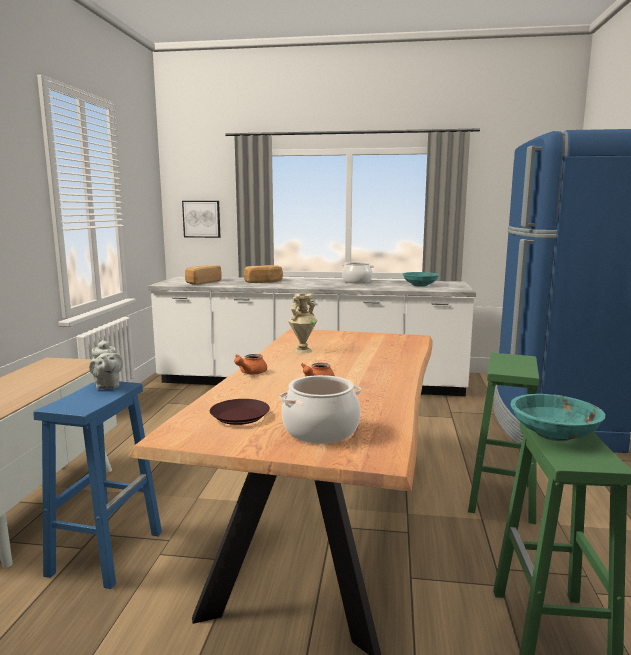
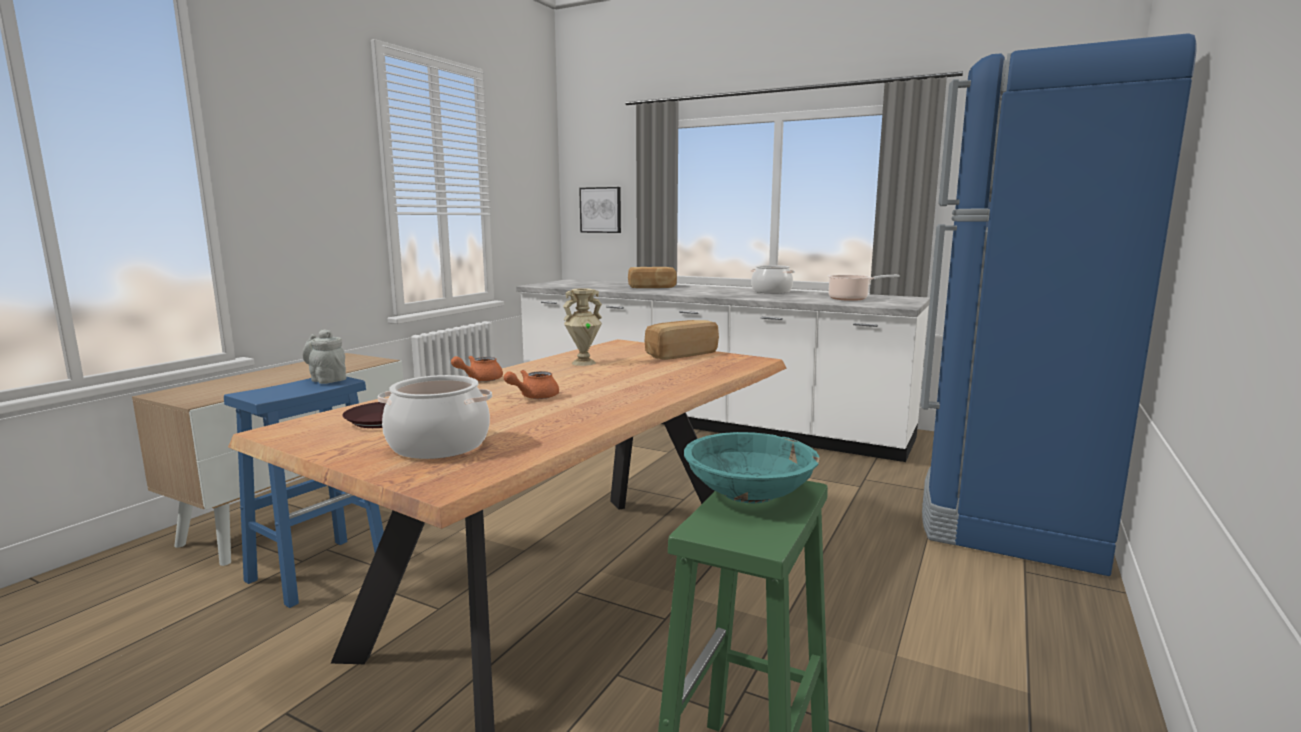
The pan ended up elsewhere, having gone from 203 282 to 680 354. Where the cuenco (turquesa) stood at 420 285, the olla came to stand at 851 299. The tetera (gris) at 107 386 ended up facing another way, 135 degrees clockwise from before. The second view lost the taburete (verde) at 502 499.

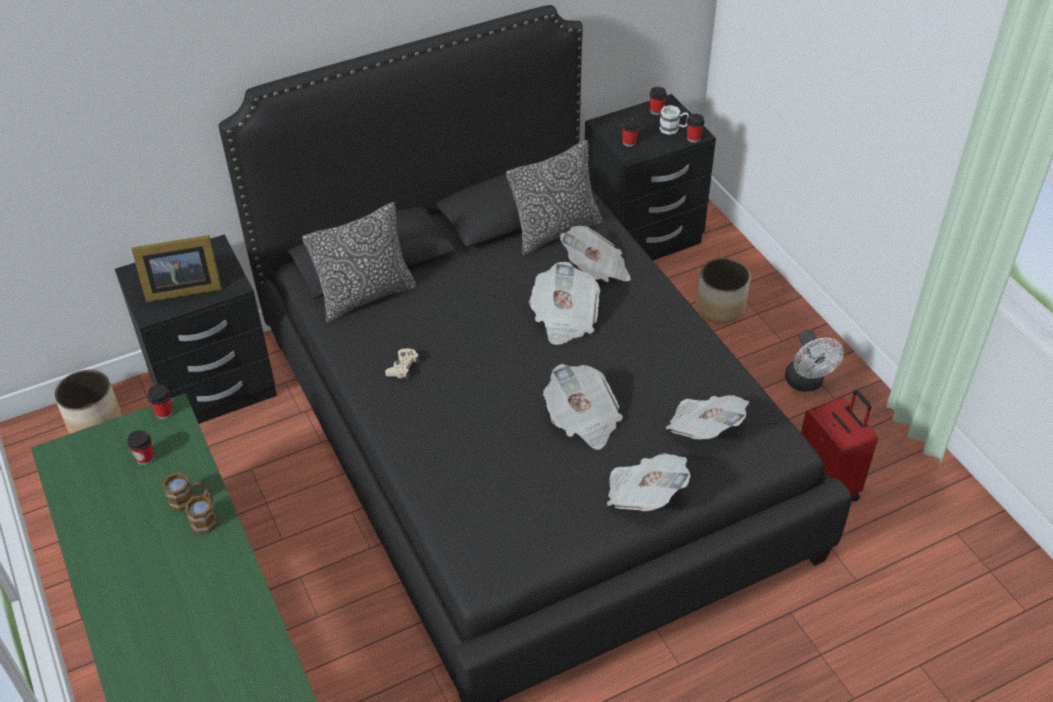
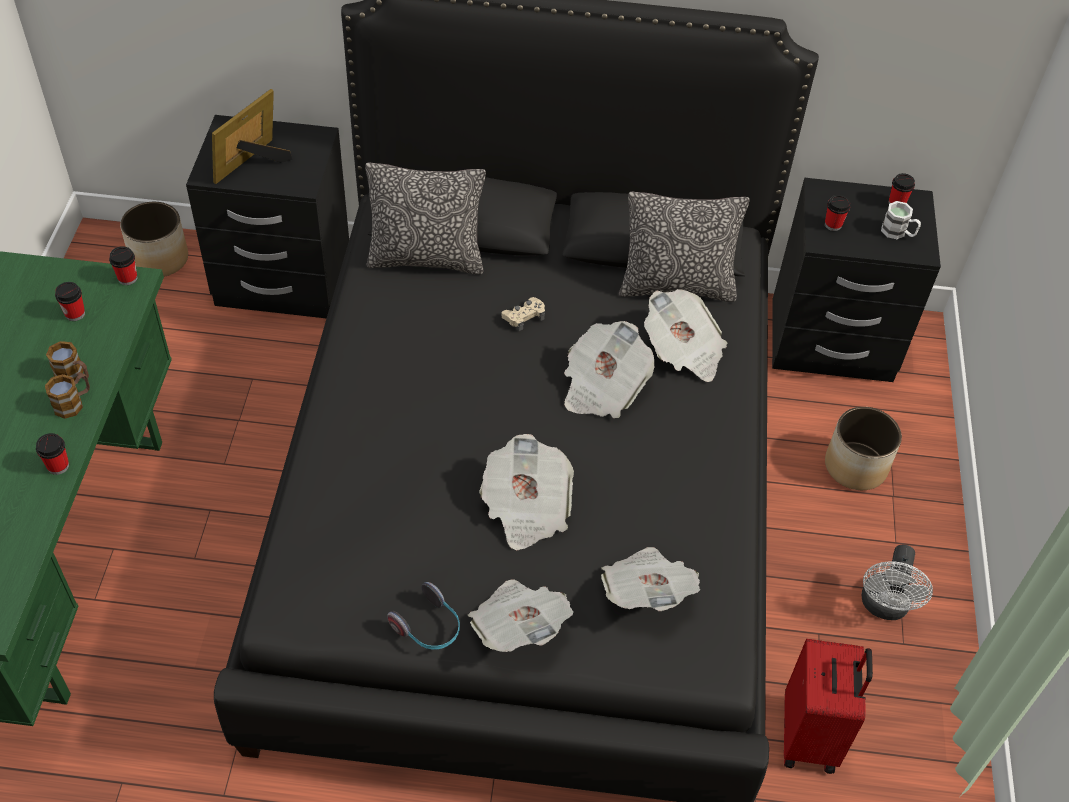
The taza ended up elsewhere, having gone from 693 138 to 58 466. The portarretratos at 181 289 ended up facing another way, 105 degrees clockwise from before. The mando de consola (beis) ended up elsewhere, having gone from 403 367 to 524 317. The second view gained the auriculares at 429 627.

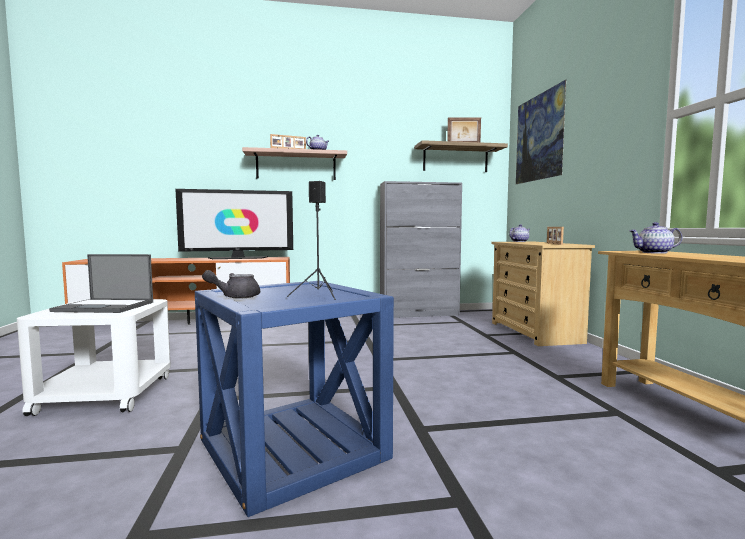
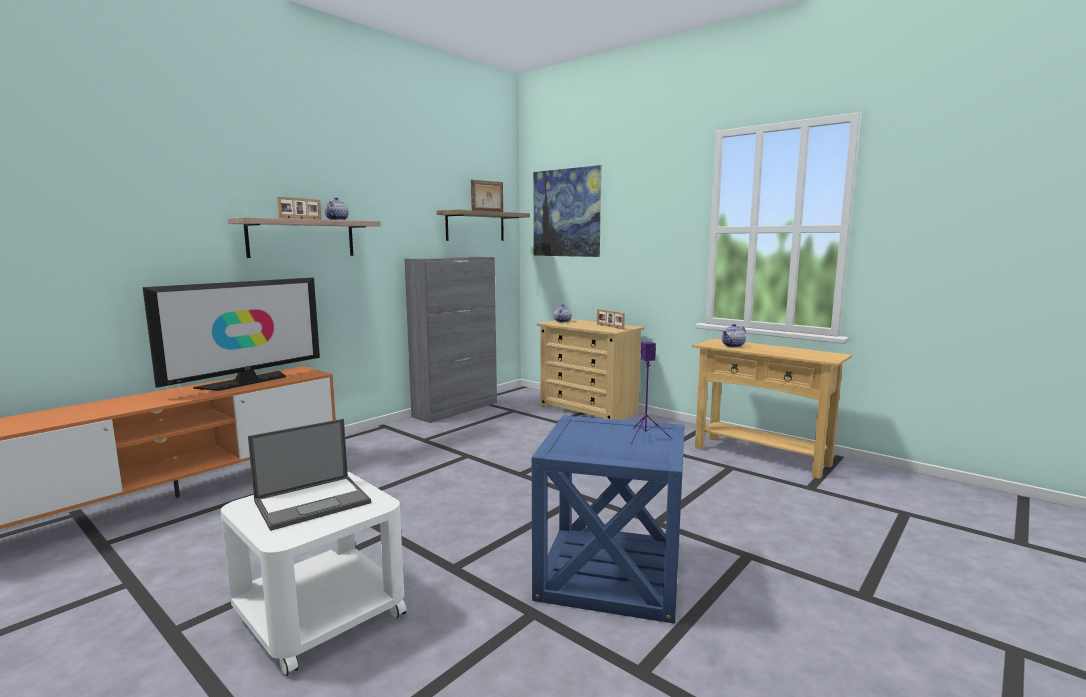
What was the altavoz (negro) at 319 295 turned into the altavoz (morado) at 646 437. The second view lost the tetera (gris) at 235 297.

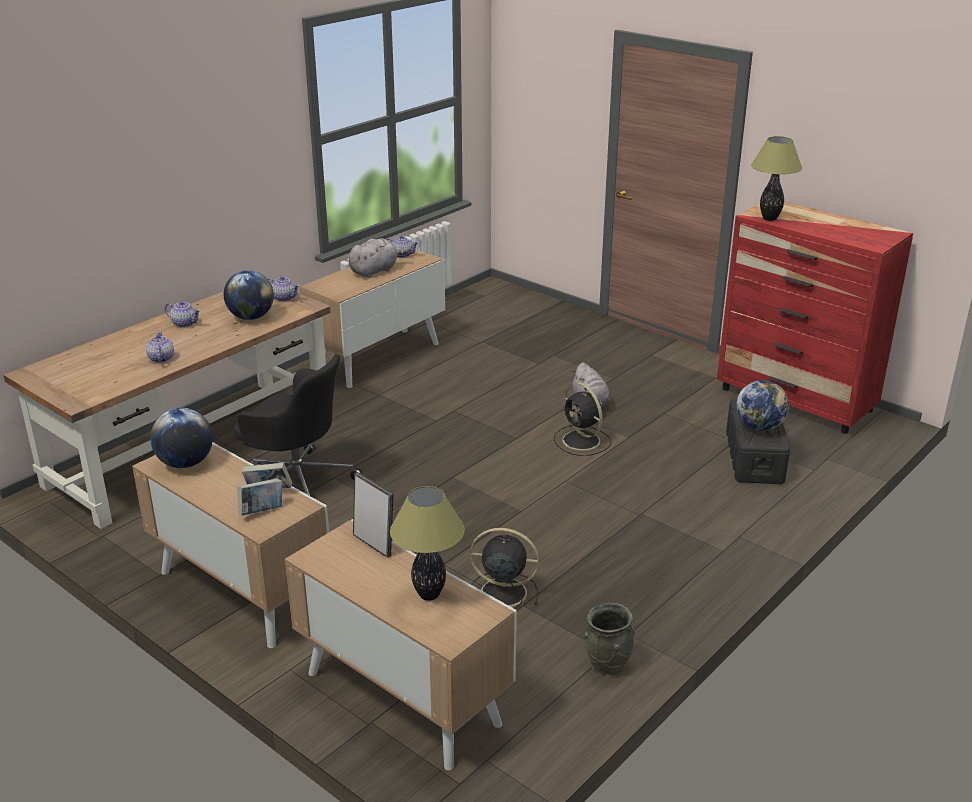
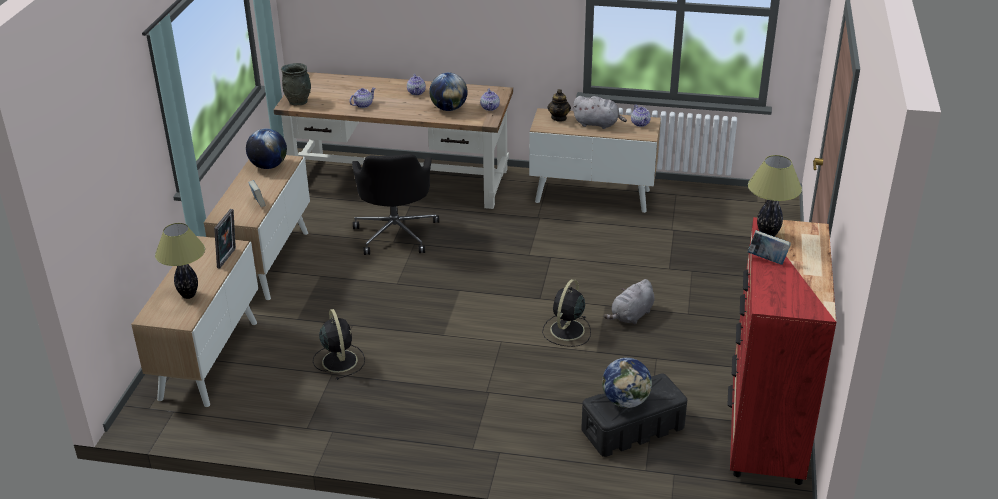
The libro ended up elsewhere, having gone from 261 511 to 767 260. The florero (gris) ended up elsewhere, having gone from 607 664 to 298 101. The second view gained the tetera at 559 118.

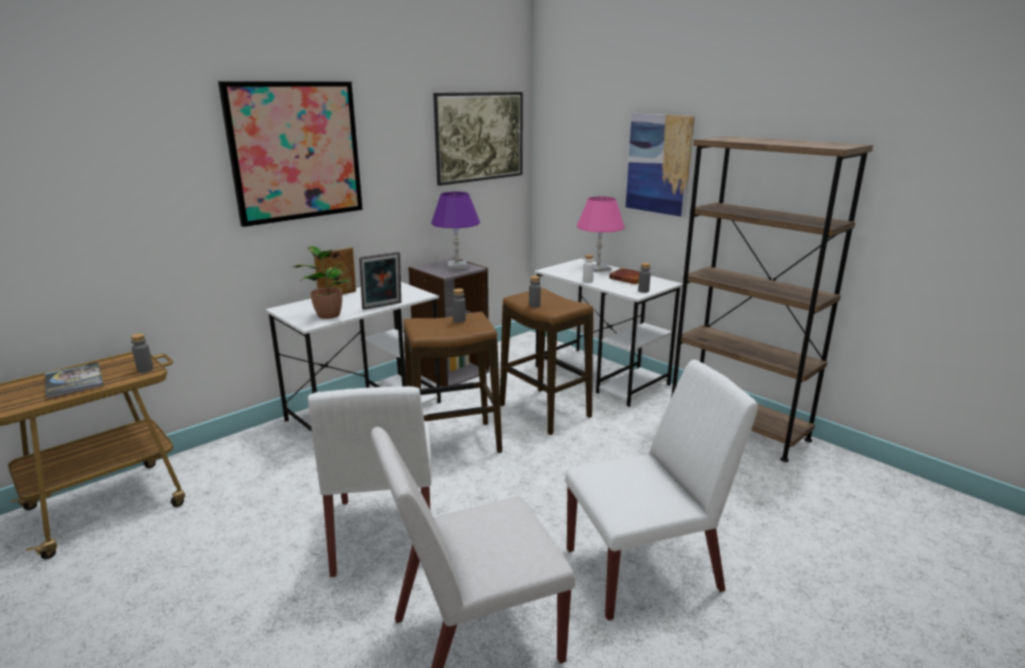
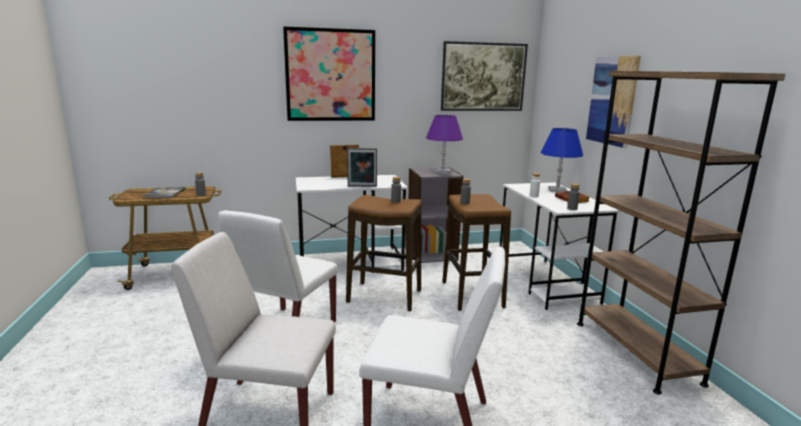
What was the lámpara de mesa (rosa) at 598 269 turned into the lámpara de mesa (azul) at 557 190. The second view lost the planta en maceta at 327 314.

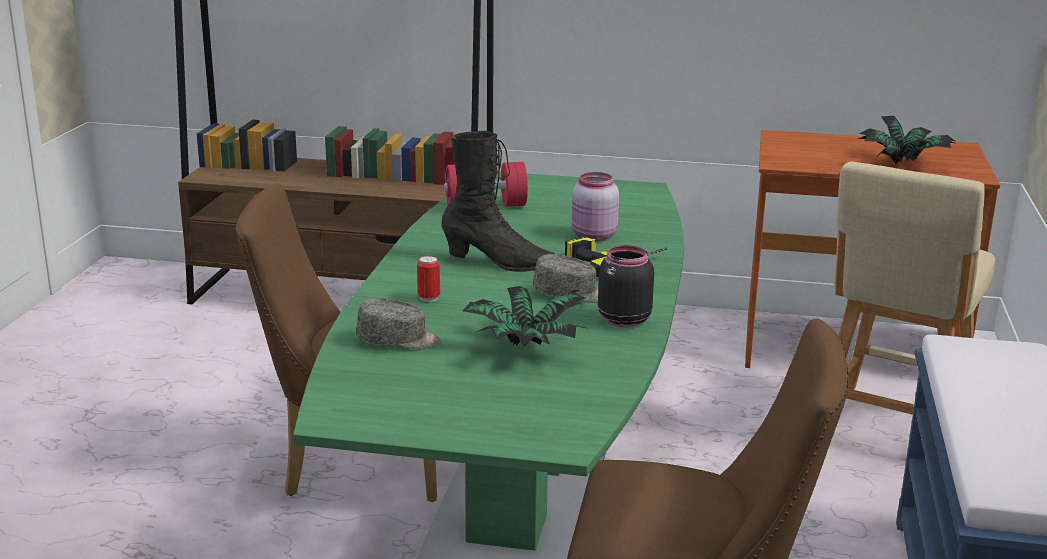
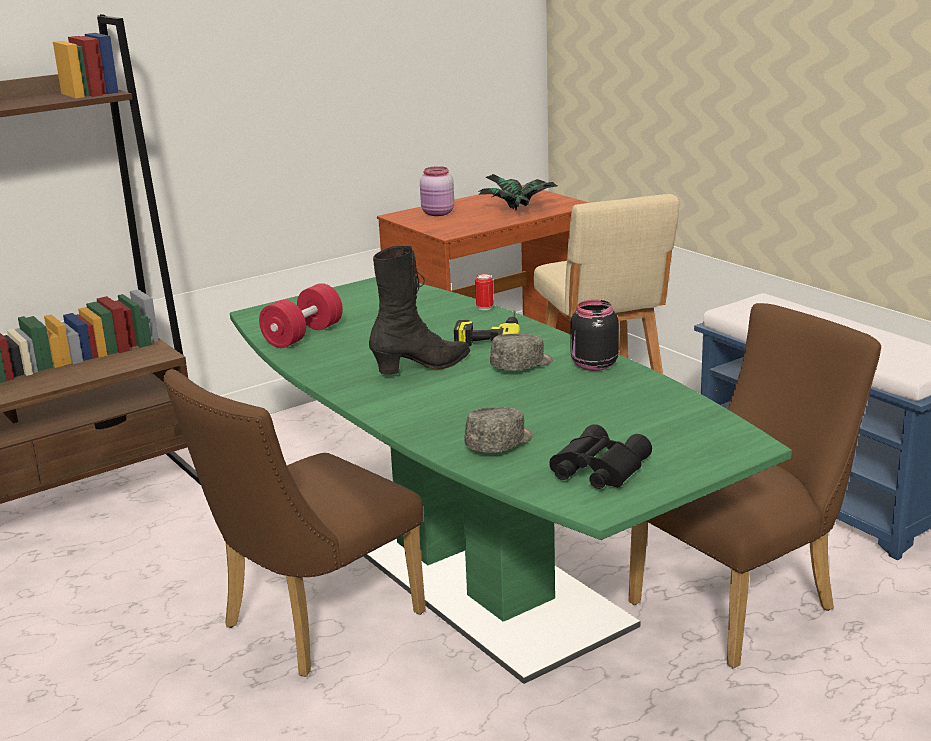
The tarro (rosa) ended up elsewhere, having gone from 593 236 to 438 213. The lata ended up elsewhere, having gone from 428 298 to 484 308. The second view lost the planta en maceta at 524 348. The second view gained the prismáticos (negro) at 596 470.

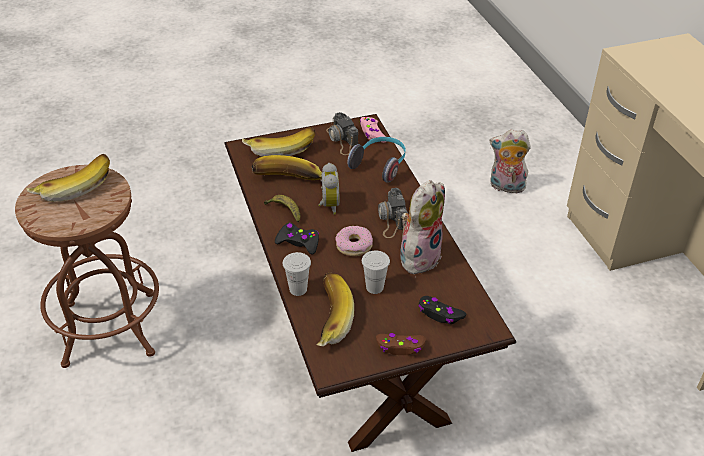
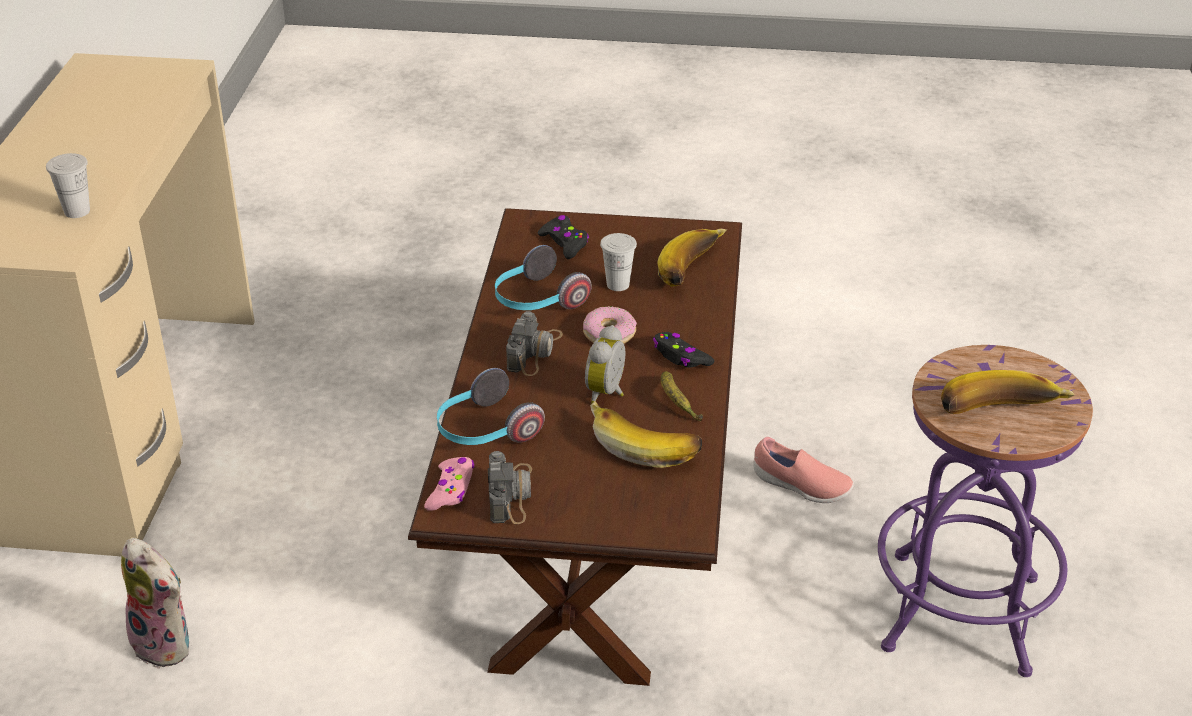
The second view lost the plátano at 281 147. What was the taburete (marrón) at 110 328 turned into the taburete (morado) at 960 613. Where the peluche stood at 419 256, the auriculares came to stand at 537 300. The taza (blanco) ended up elsewhere, having gone from 298 289 to 77 211. The second view lost the mando de consola (marrón) at 400 347. The second view gained the zapato (rosa) at 801 486.

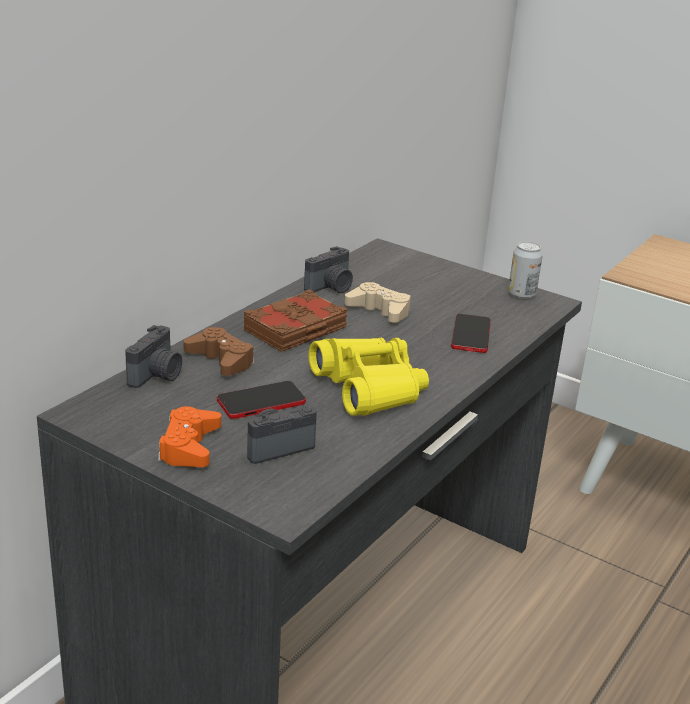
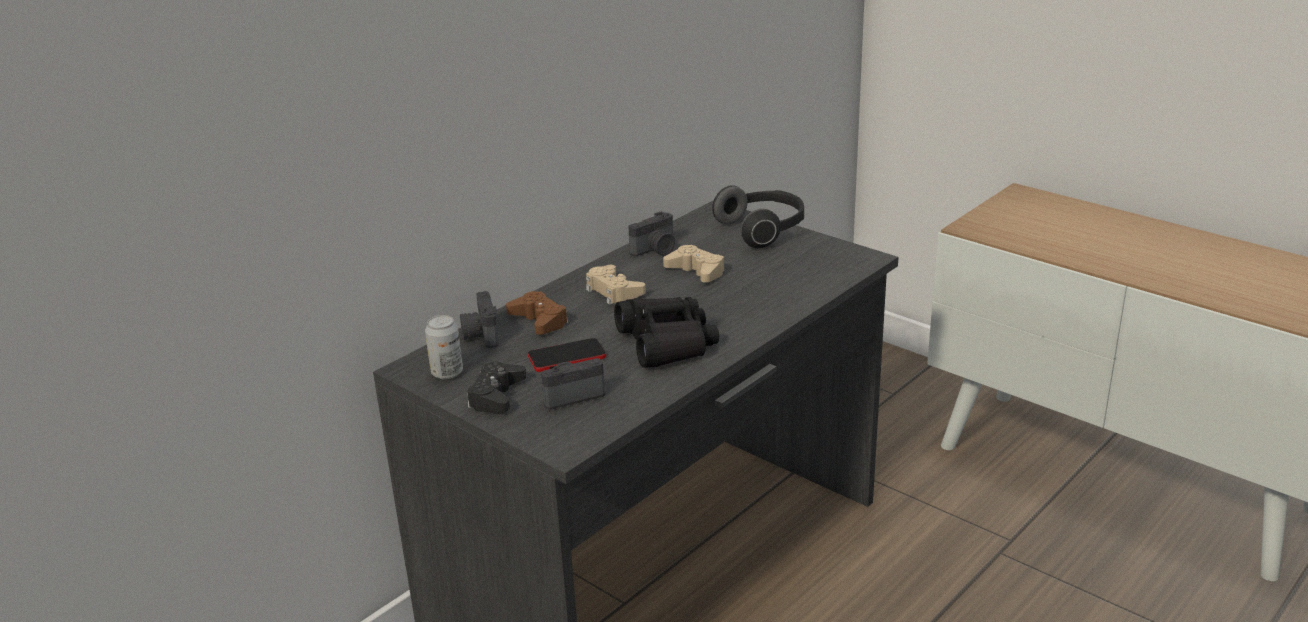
The lata ended up elsewhere, having gone from 521 294 to 447 373. Where the libro (marrón) stood at 296 329, the mando de consola (beis) came to stand at 613 291. The second view lost the móvil at 471 335. The cámara at 157 375 ended up facing another way, 135 degrees clockwise from before. What was the prismáticos (amarillo) at 369 388 turned into the prismáticos (negro) at 667 343. What was the mando de consola (naranja) at 189 446 turned into the mando de consola (negro) at 496 395. The second view gained the auriculares at 763 230.

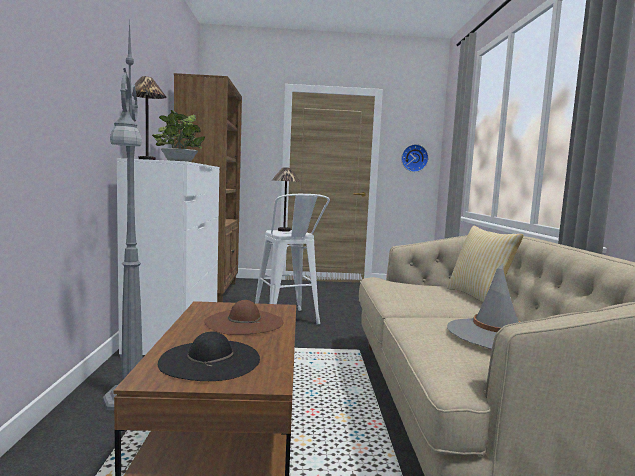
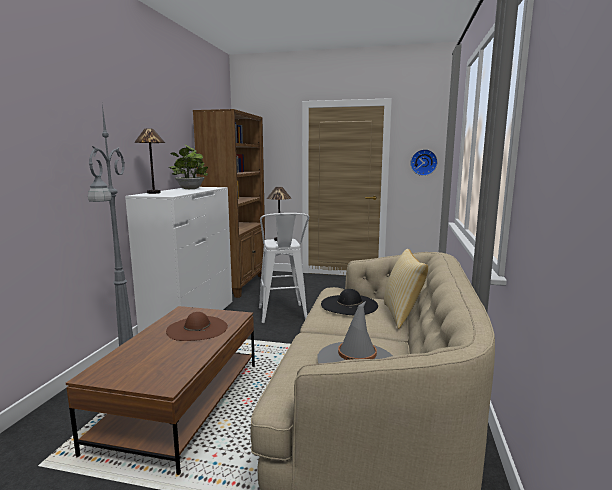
The sombrero (negro) ended up elsewhere, having gone from 210 360 to 349 305.

